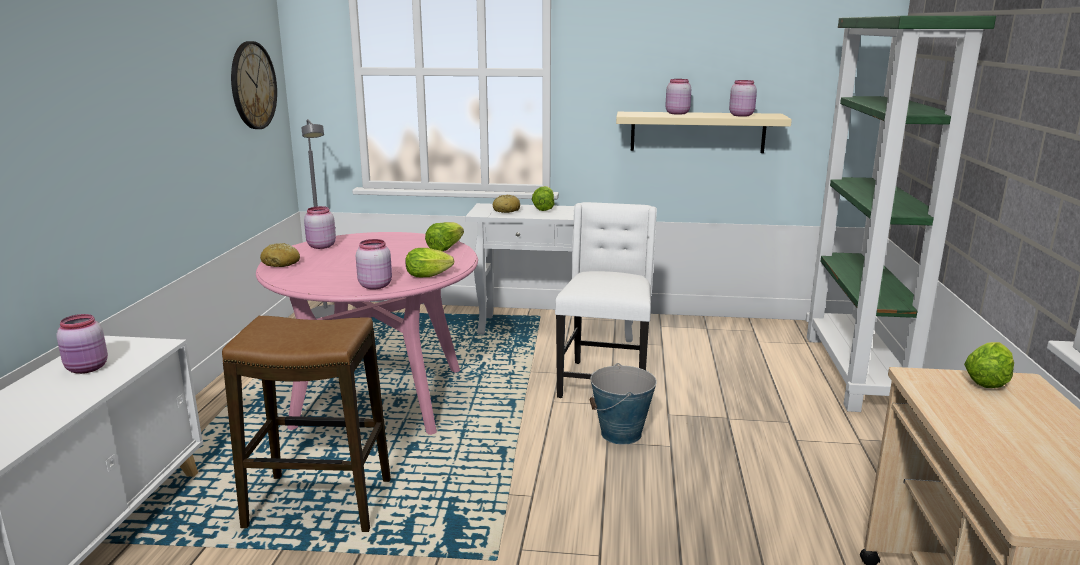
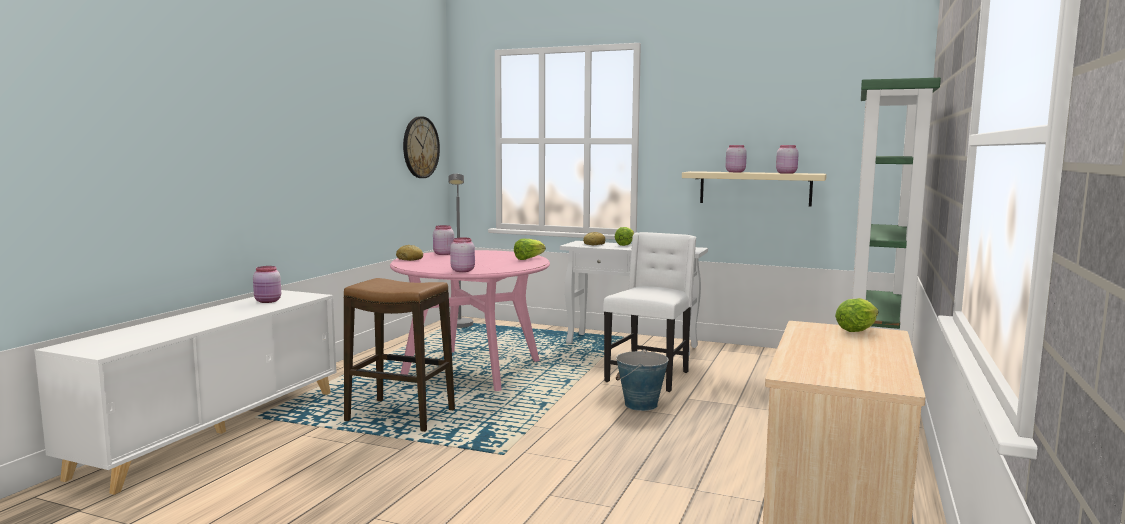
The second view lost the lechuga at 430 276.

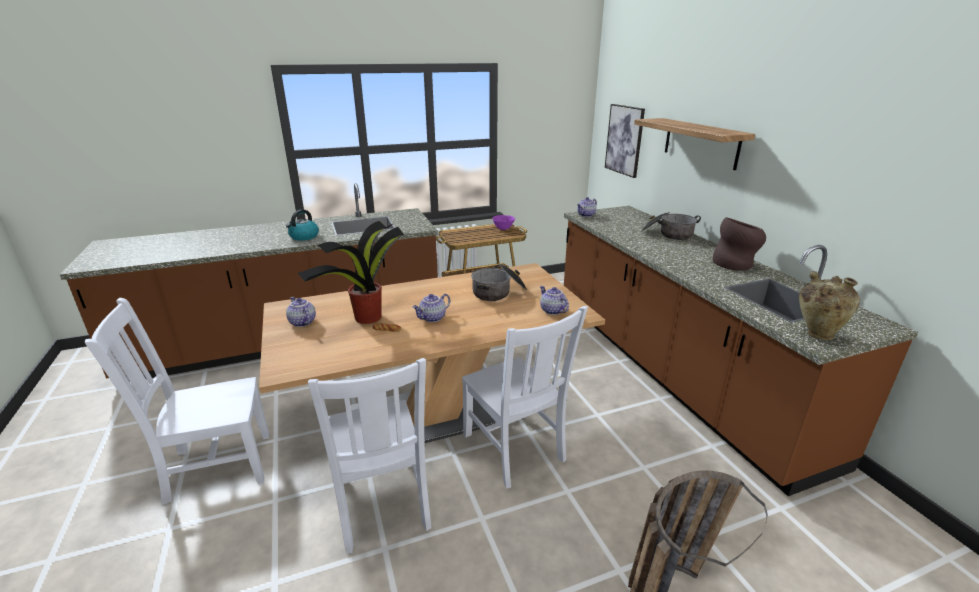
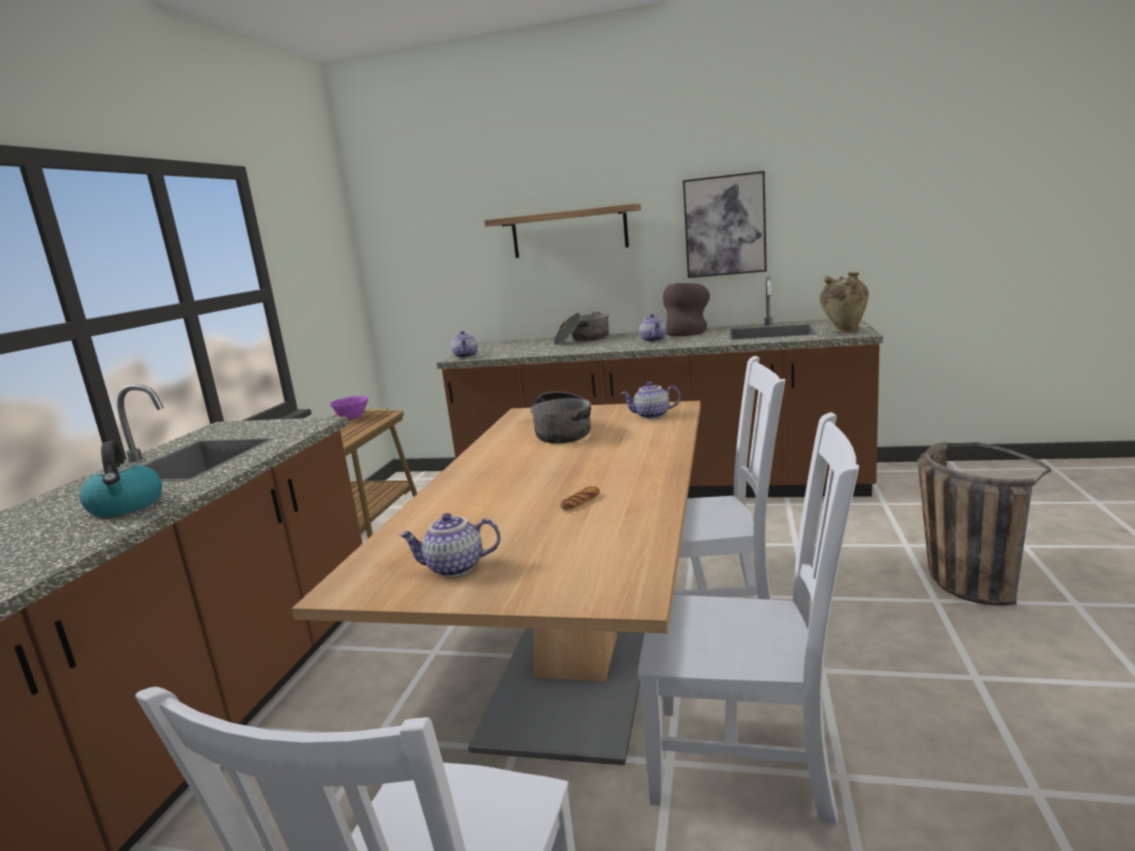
The cuadro ended up elsewhere, having gone from 624 140 to 725 226. The second view lost the planta en maceta at 366 318. The tetera ended up elsewhere, having gone from 432 318 to 654 340.

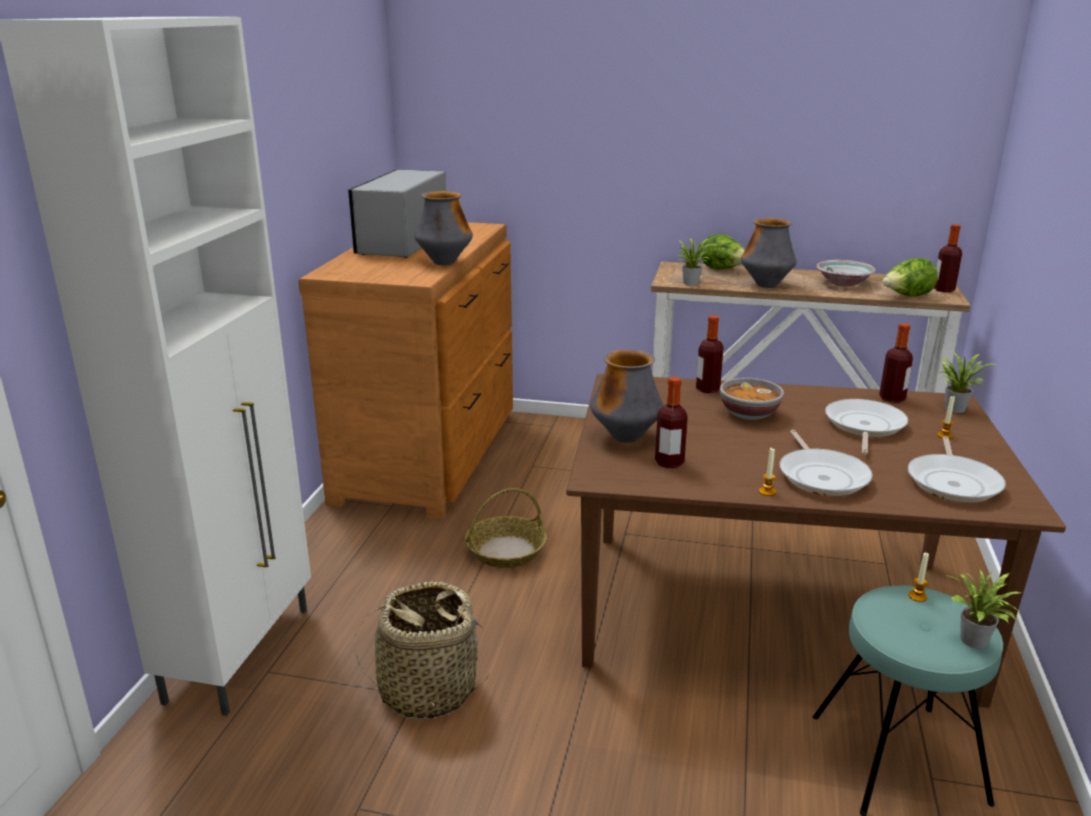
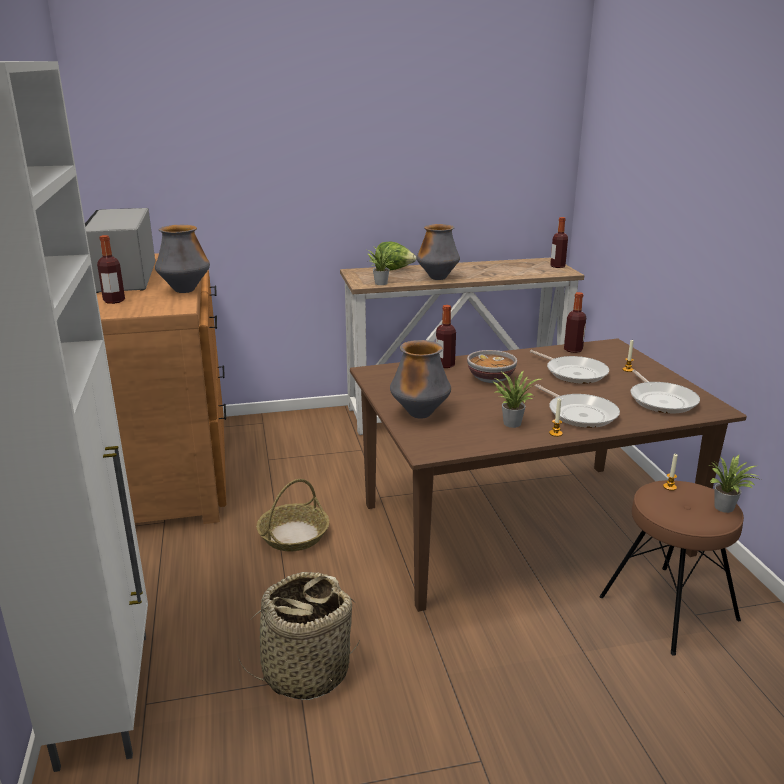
The second view lost the lechuga at 906 296. The second view lost the cuenco at 844 283. The planta en maceta ended up elsewhere, having gone from 954 408 to 511 422. The botella ended up elsewhere, having gone from 669 463 to 114 301. The sartén at 864 426 ended up facing another way, 150 degrees clockwise from before. What was the taburete (turquesa) at 897 758 turned into the taburete (marrón) at 668 608.

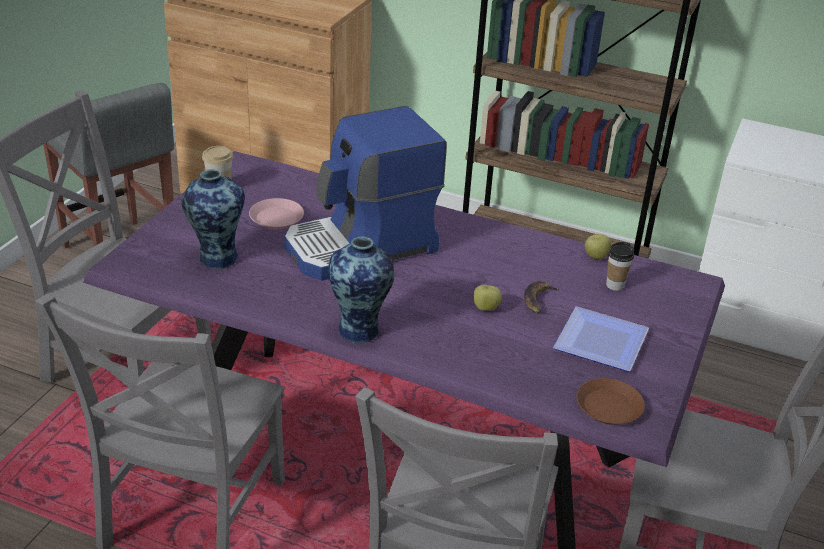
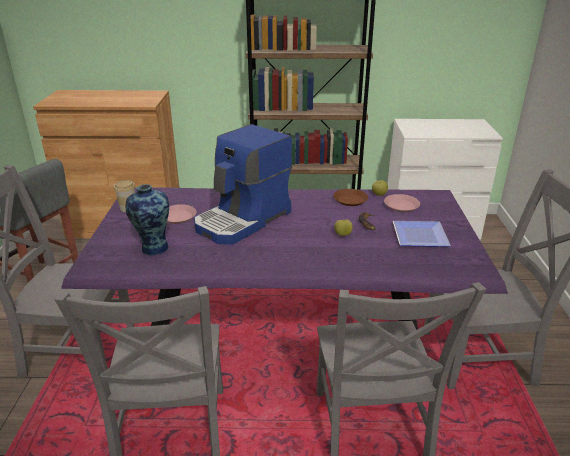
The second view lost the florero at 360 329. Where the taza stood at 615 285, the plato (rosa) came to stand at 401 206. The plato (marrón) ended up elsewhere, having gone from 609 406 to 350 200.

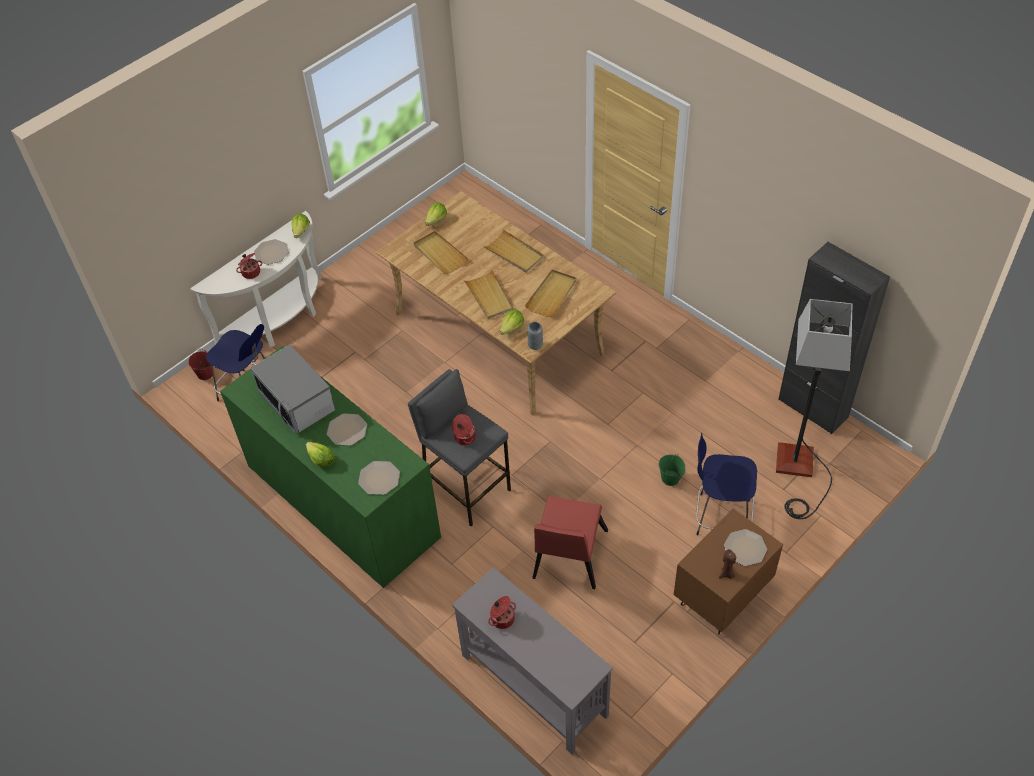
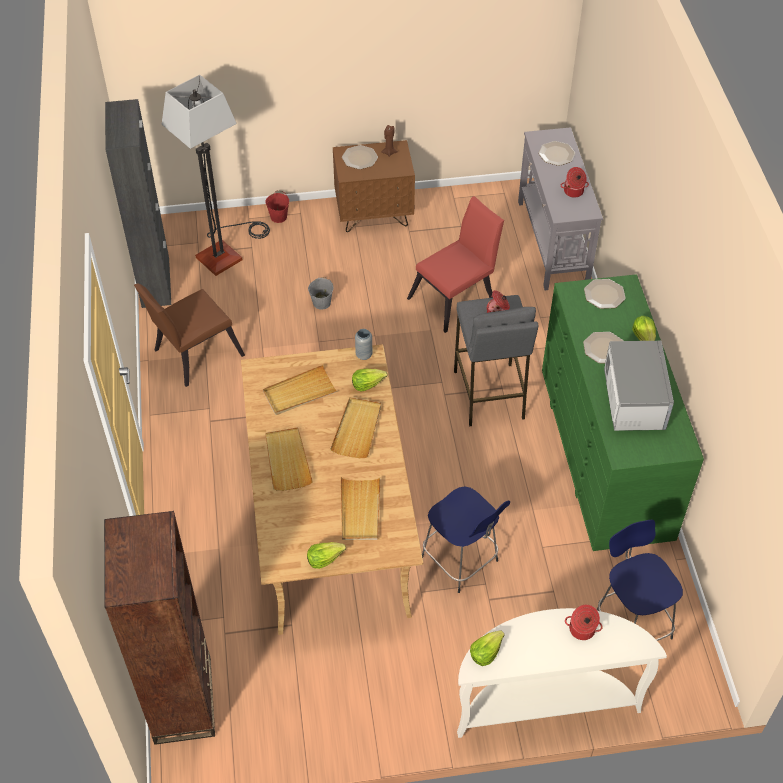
The plato ended up elsewhere, having gone from 271 253 to 557 154. The cubo (rojo) ended up elsewhere, having gone from 205 373 to 278 217. The taburete (azul) ended up elsewhere, having gone from 720 517 to 461 561. What was the cubo (verde) at 670 478 turned into the cubo (gris) at 321 302. The second view gained the silla (marrón) at 193 354. The second view gained the estantería (marrón) at 183 700.

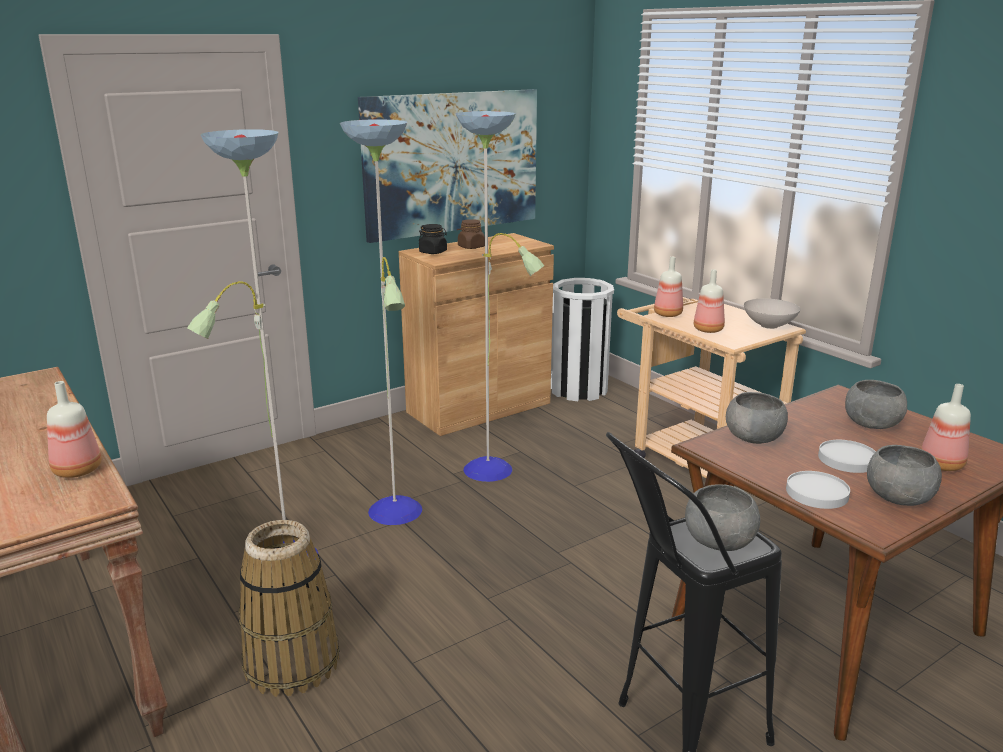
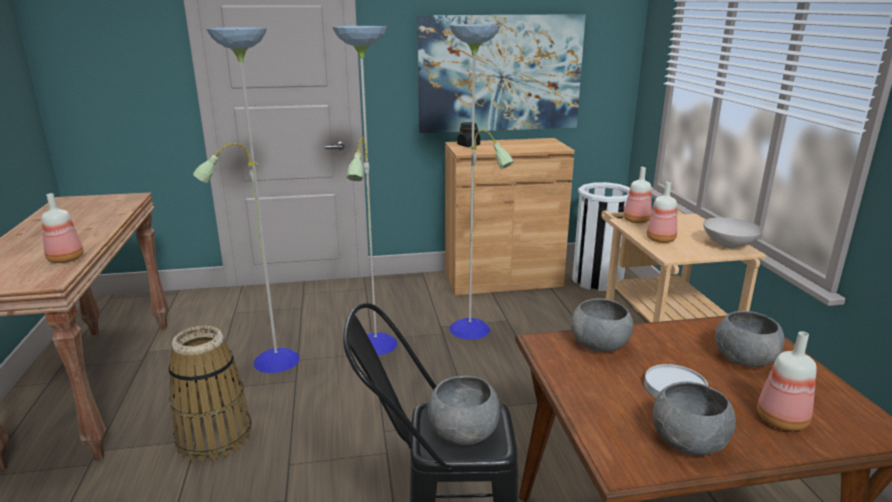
The second view lost the tarro (marrón) at 471 247. The second view lost the plato (blanco) at 817 493.

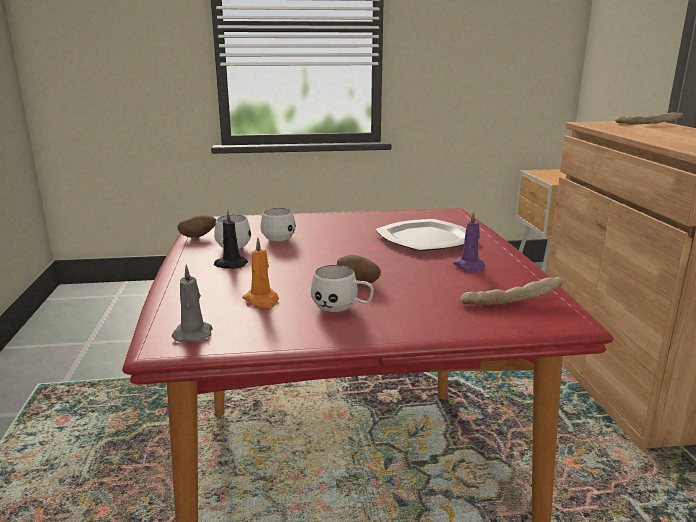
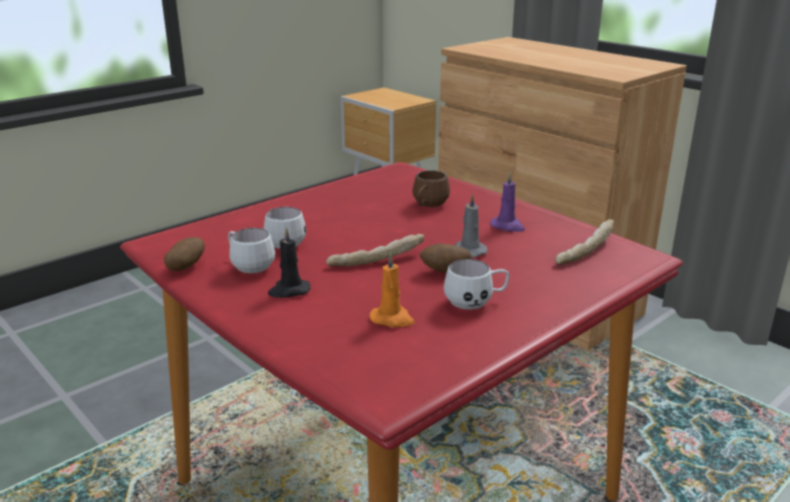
The pan ended up elsewhere, having gone from 647 124 to 376 259. Where the plato stood at 426 239, the taza grande (marrón) came to stand at 428 206. The vela (gris) ended up elsewhere, having gone from 193 333 to 468 251.

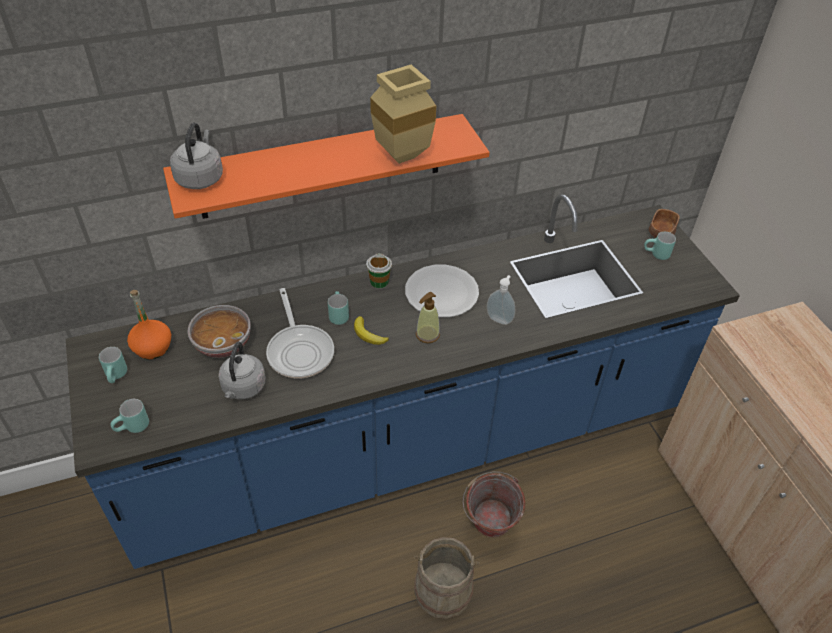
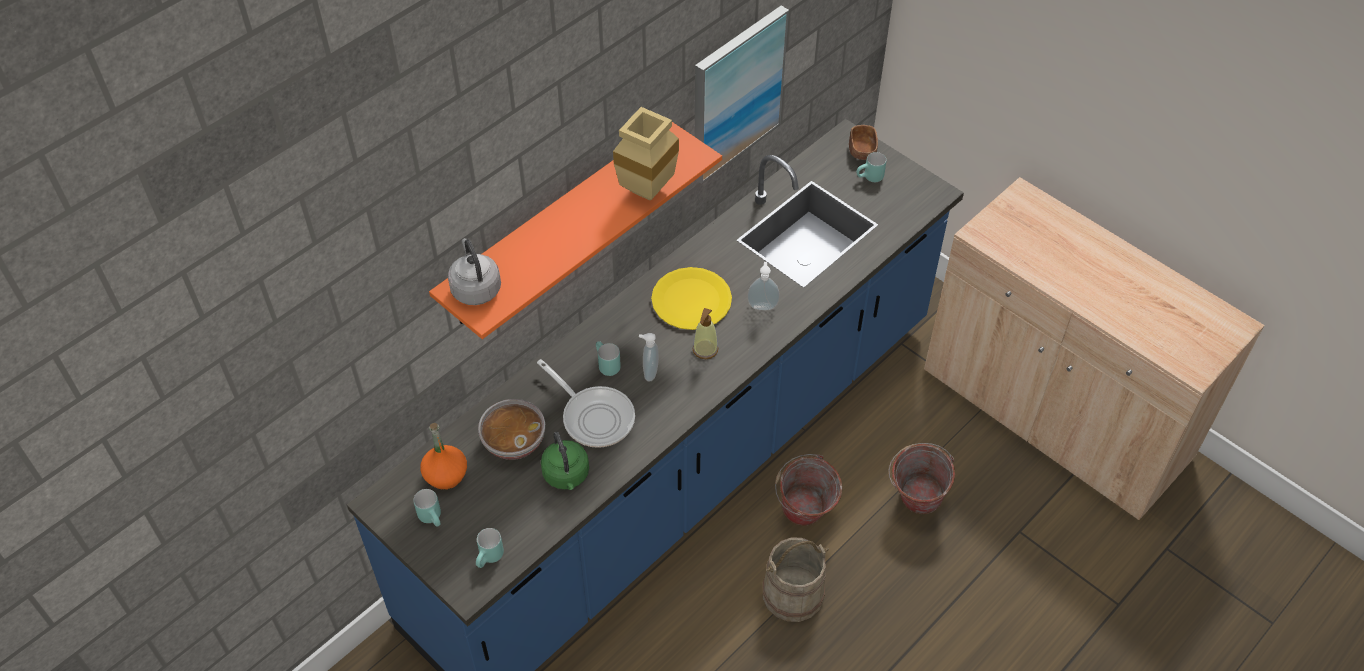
The second view lost the taza at 379 282. What was the plato (blanco) at 441 292 turned into the plato (amarillo) at 691 300. Where the plátano stood at 368 334, the dispensador de jabón came to stand at 649 372. What was the hervidor (gris) at 243 388 turned into the hervidor (verde) at 566 476. The second view gained the cuadro at 736 94. The second view gained the cubo at 914 503.

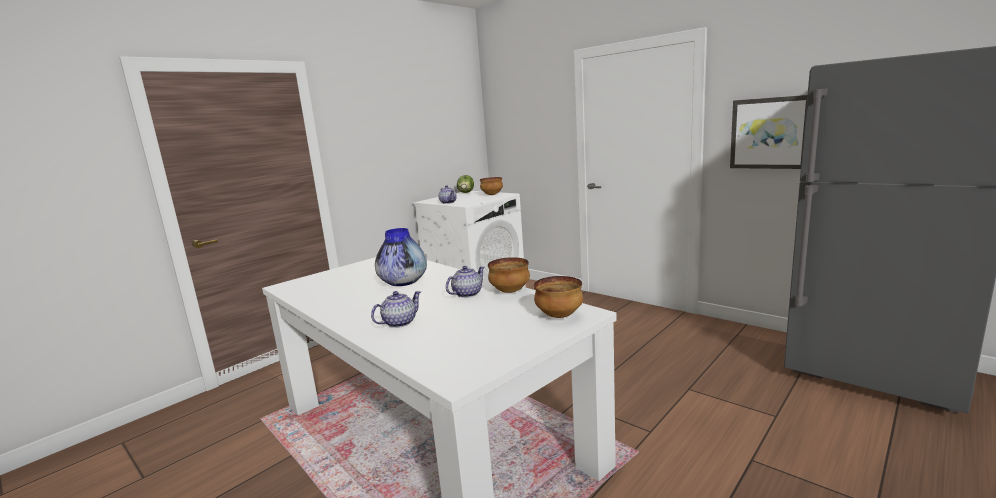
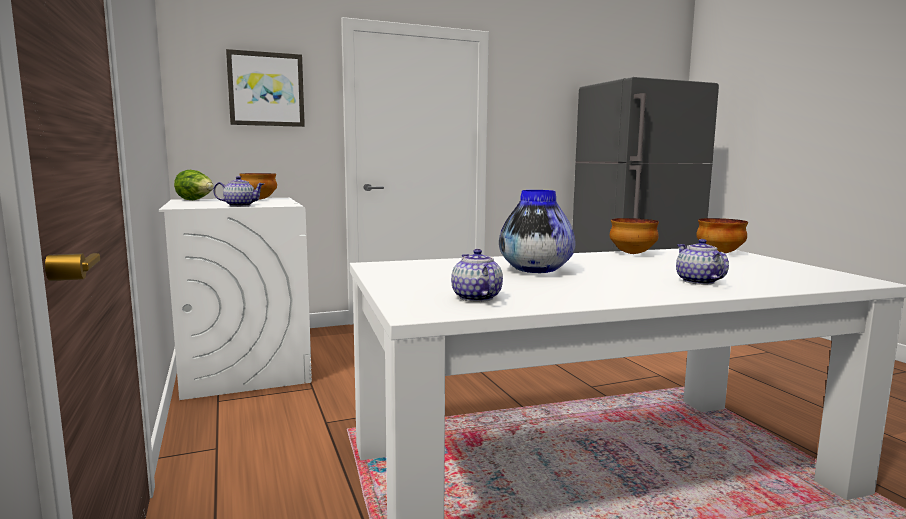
The cuadro ended up elsewhere, having gone from 769 133 to 266 89. The tetera ended up elsewhere, having gone from 467 294 to 476 298.

